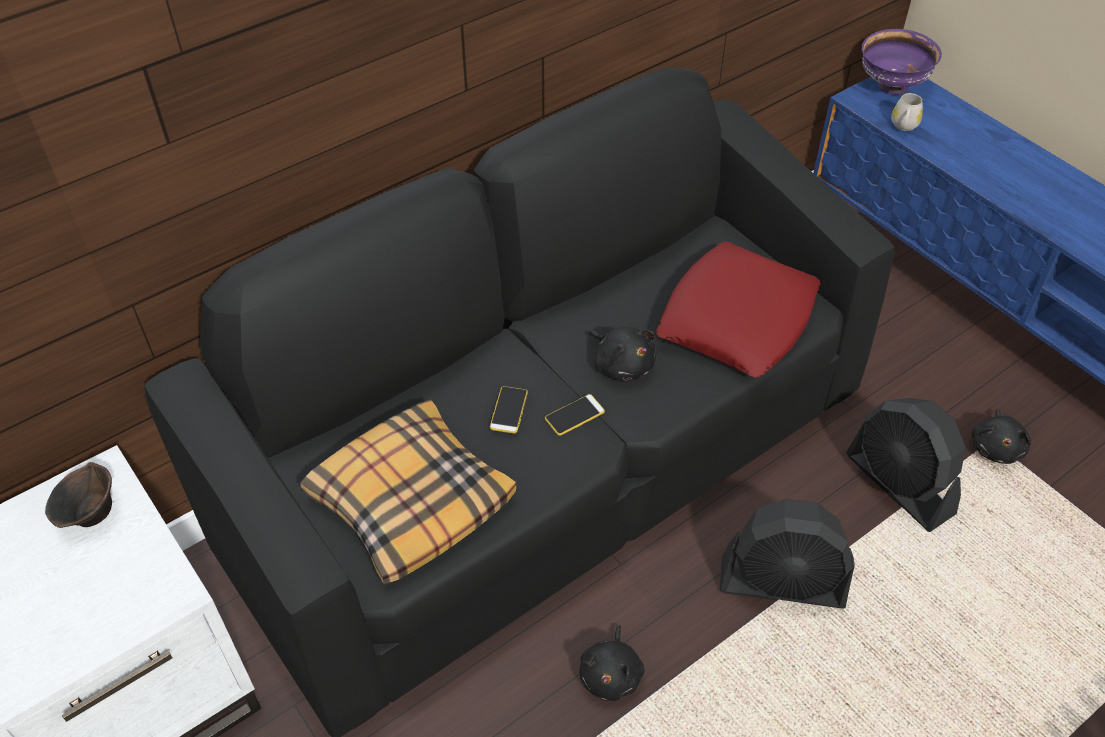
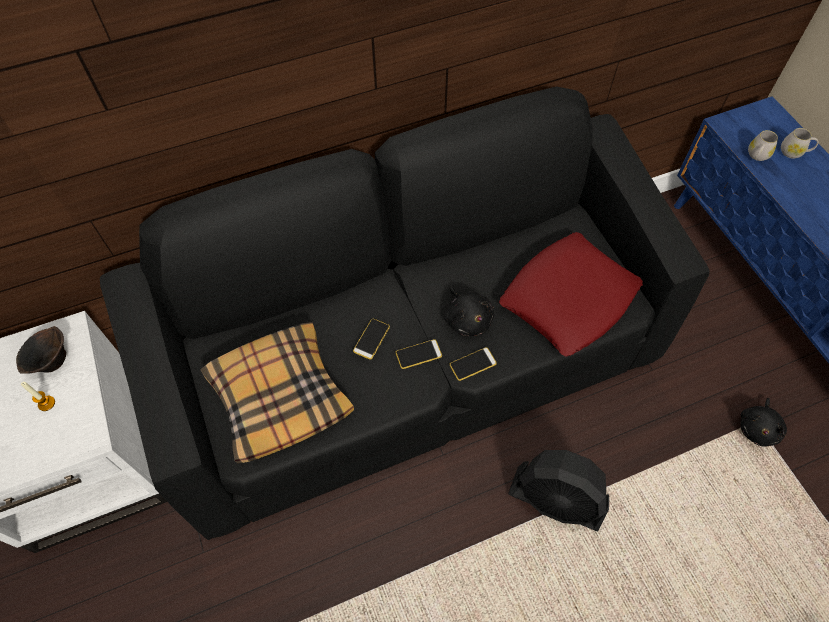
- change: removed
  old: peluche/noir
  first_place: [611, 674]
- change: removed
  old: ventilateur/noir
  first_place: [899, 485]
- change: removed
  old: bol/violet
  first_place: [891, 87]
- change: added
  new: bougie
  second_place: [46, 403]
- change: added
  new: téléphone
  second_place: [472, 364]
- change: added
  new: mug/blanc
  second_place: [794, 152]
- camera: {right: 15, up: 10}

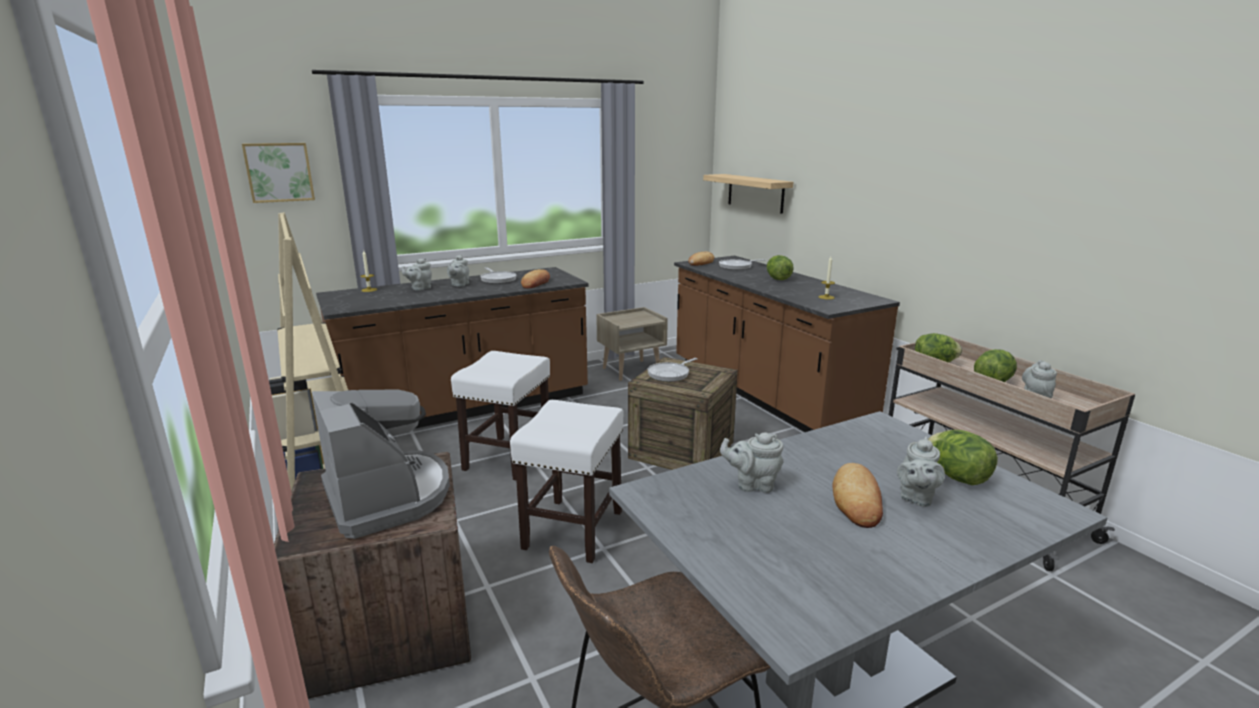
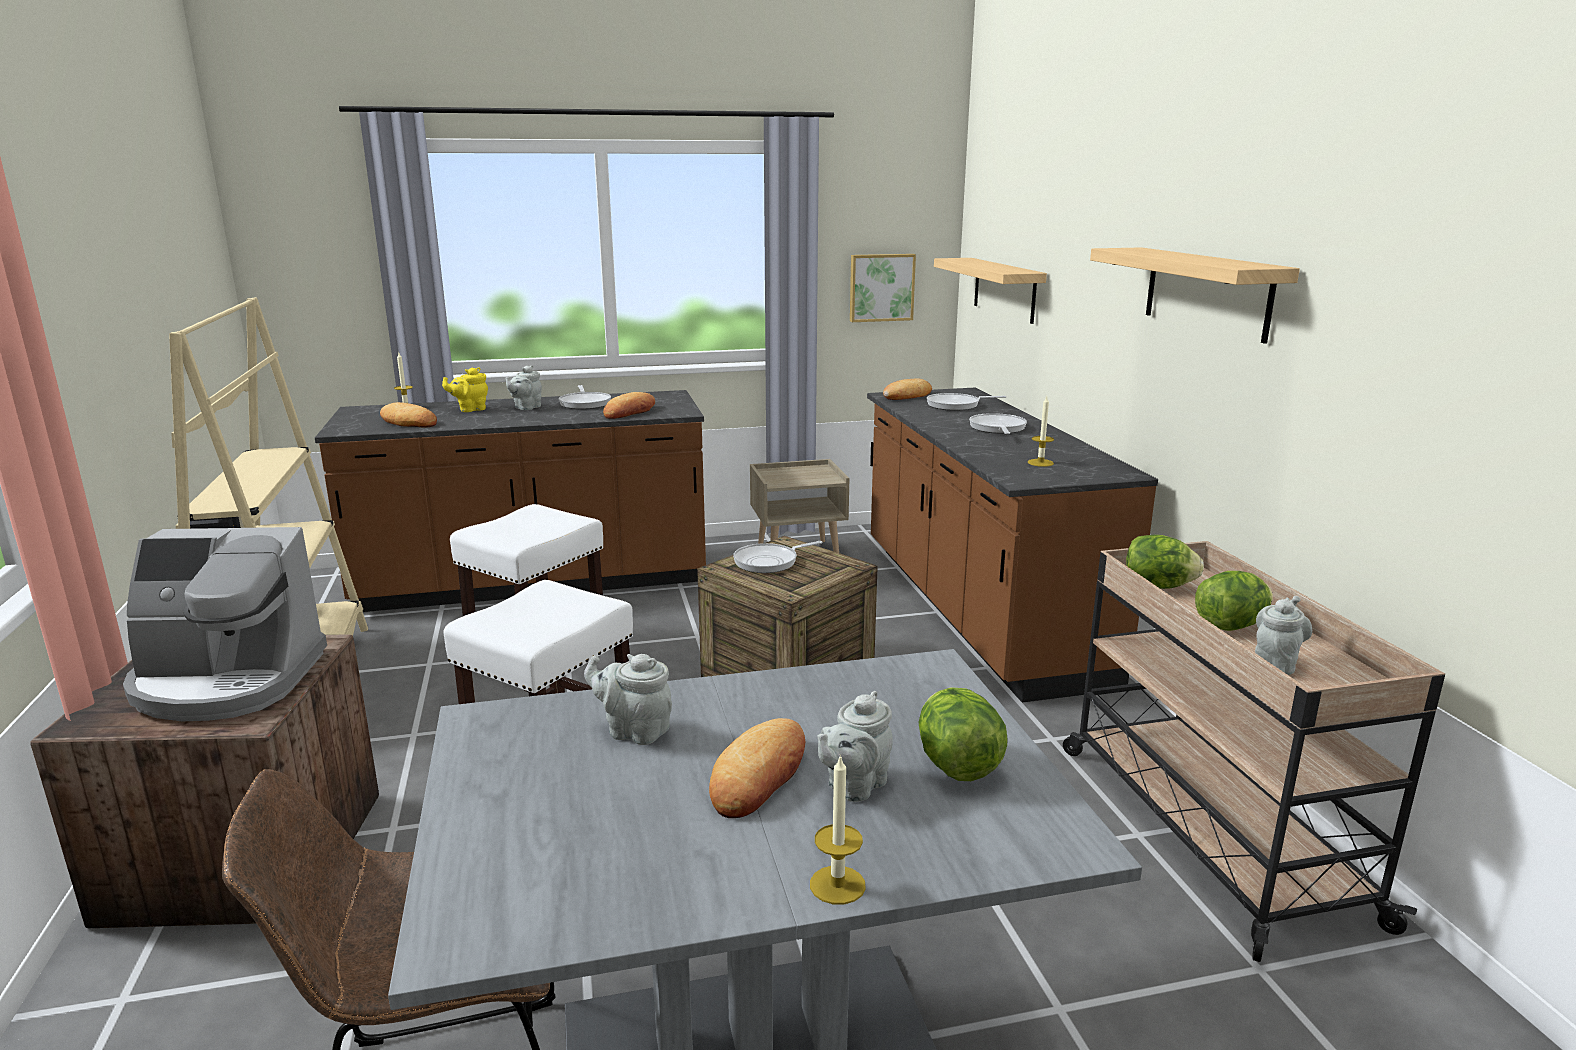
- change: moved
  old: tableau
  first_place: [279, 172]
  second_place: [881, 287]
- change: turned
  old: machine à café
  first_place: [387, 496]
  second_place: [227, 681]
  degrees: 105
- change: recoloured
  old: théière/gris
  new: théière/jaune
  first_place: [419, 288]
  second_place: [470, 409]
- change: replaced
  old: laitue
  new: poêle
  first_place: [778, 279]
  second_place: [997, 428]
- change: added
  new: pain
  second_place: [408, 422]
- change: added
  new: bougie
  second_place: [837, 885]
- change: added
  new: étagère
  second_place: [1206, 292]
- camera: {right: 15, up: 0}

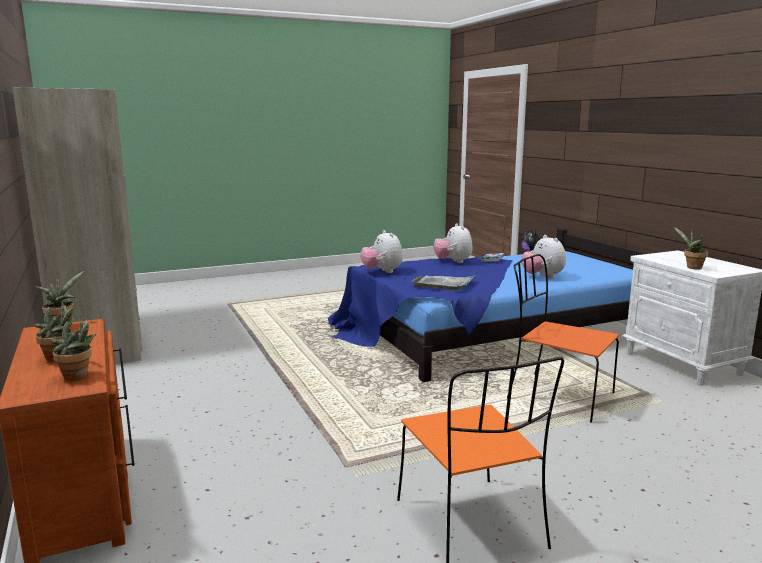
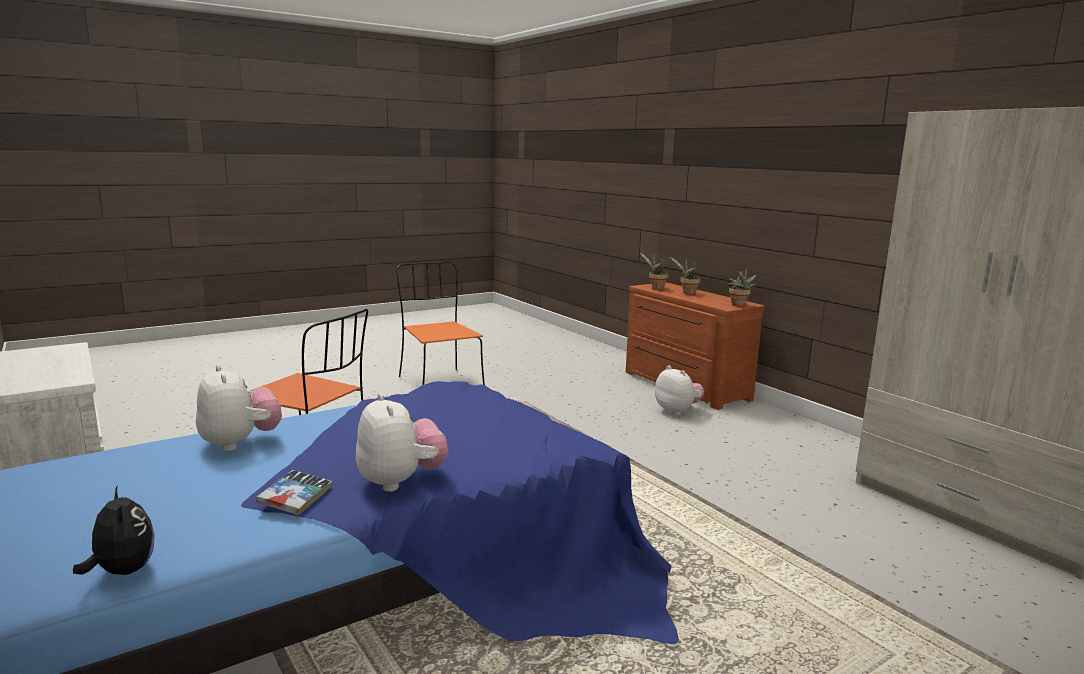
- change: moved
  old: peluche
  first_place: [382, 272]
  second_place: [677, 411]
- change: removed
  old: plateau/gris
  first_place: [443, 284]
- change: removed
  old: plante en pot
  first_place: [691, 267]
- camera: {right: 170, up: 0}

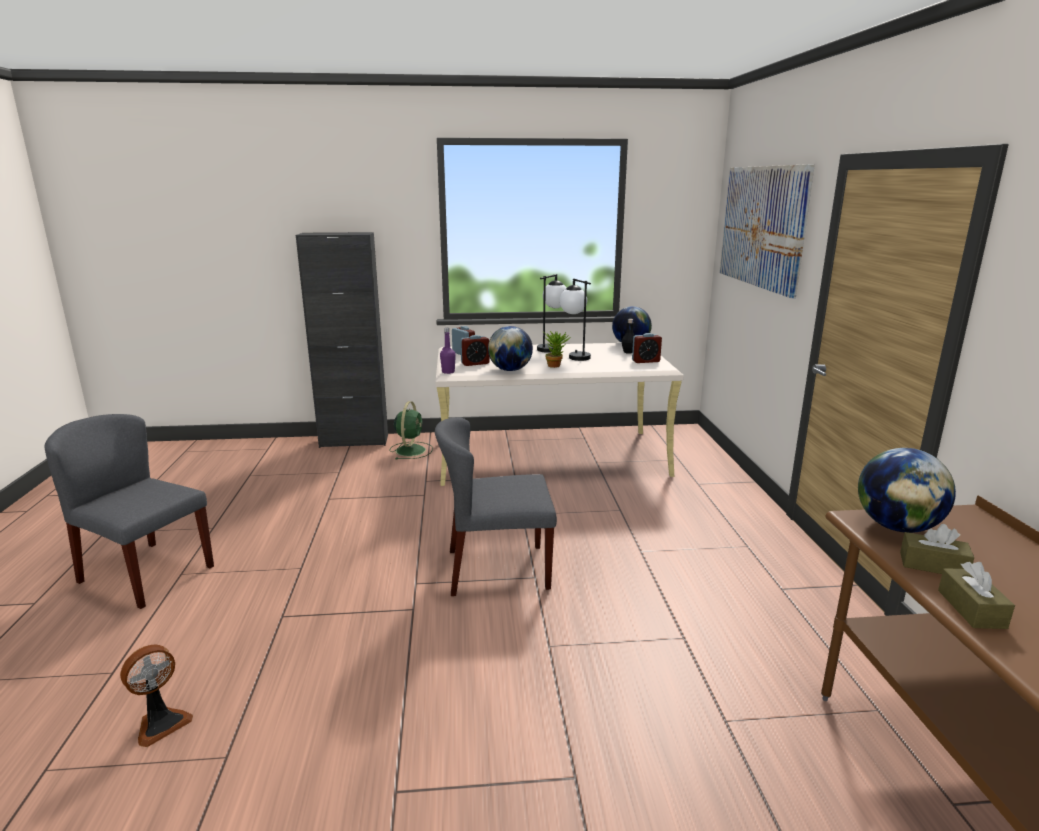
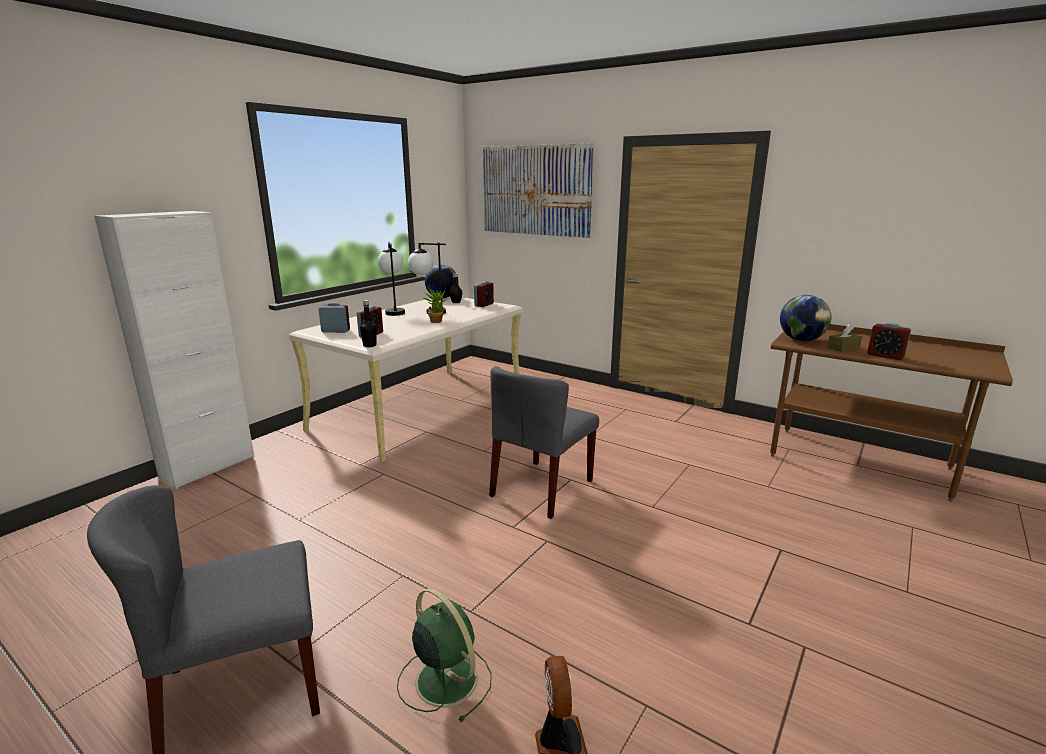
- change: recoloured
  old: meuble de rangement/noir
  new: meuble de rangement/blanc
  first_place: [354, 441]
  second_place: [208, 467]
- change: moved
  old: ventilateur/vert
  first_place: [411, 450]
  second_place: [444, 678]
- change: recoloured
  old: bouteille/violet
  new: bouteille/noir
  first_place: [448, 372]
  second_place: [369, 345]
- change: removed
  old: globe
  first_place: [510, 370]
- change: replaced
  old: boîte à mouchoirs/marron
  new: réveil
  first_place: [971, 609]
  second_place: [885, 356]
- camera: {right: -50, up: 0}

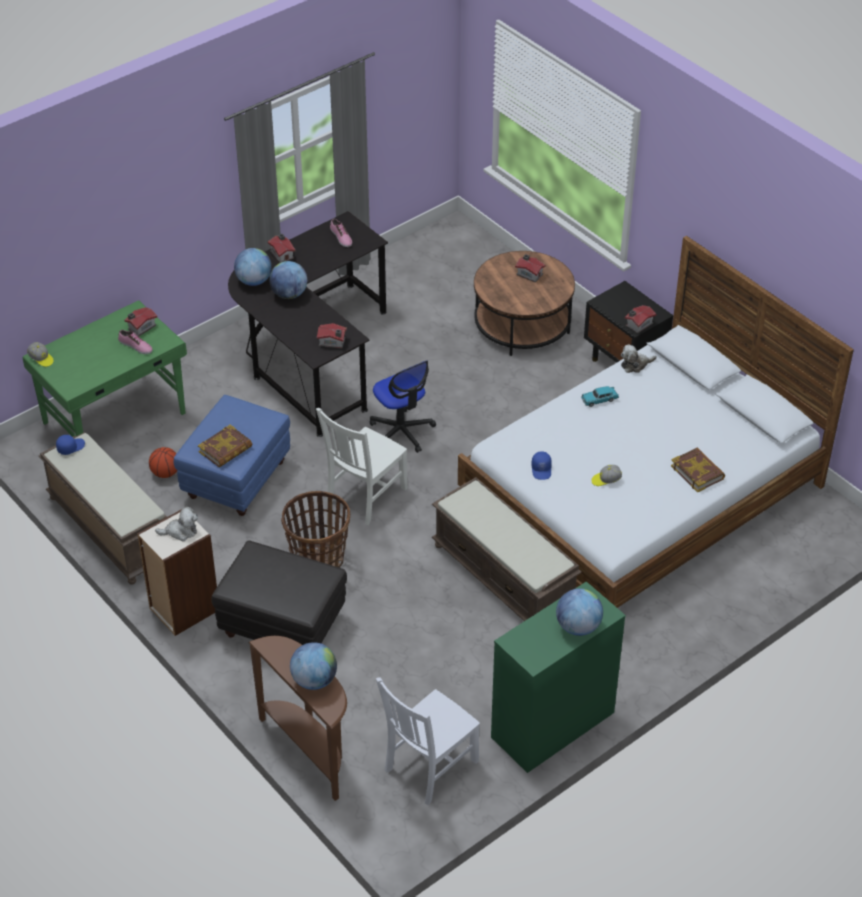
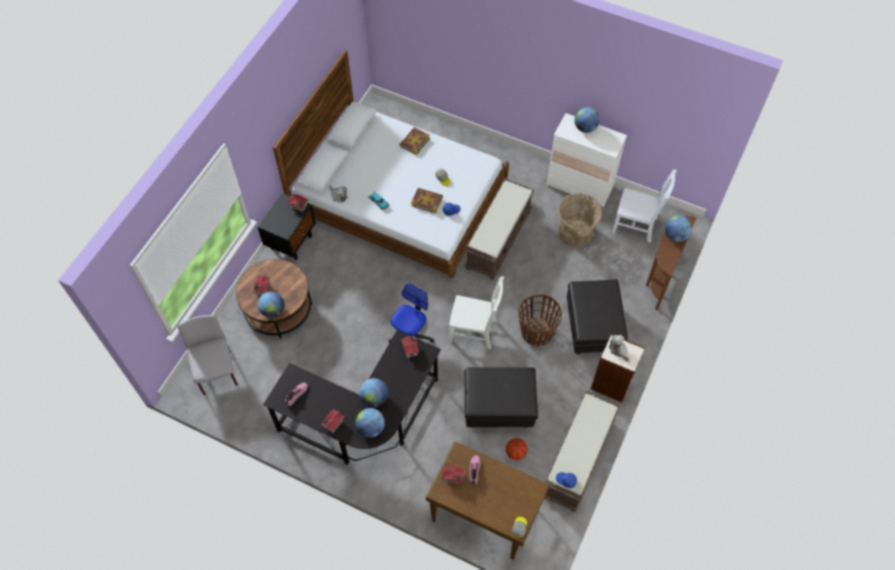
- change: recoloured
  old: bureau/vert
  new: bureau/marron
  first_place: [116, 418]
  second_place: [484, 513]
- change: recoloured
  old: pouf/bleu
  new: pouf/noir
  first_place: [236, 479]
  second_place: [498, 408]
- change: moved
  old: livre
  first_place: [225, 449]
  second_place: [427, 201]
- change: recoloured
  old: commode/vert
  new: commode/blanc
  first_place: [552, 725]
  second_place: [579, 186]
- change: added
  new: chaise/gris
  second_place: [216, 372]
- change: added
  new: globe
  second_place: [273, 311]
- change: added
  new: panier
  second_place: [575, 232]
- camera: {right: -115, up: 15}

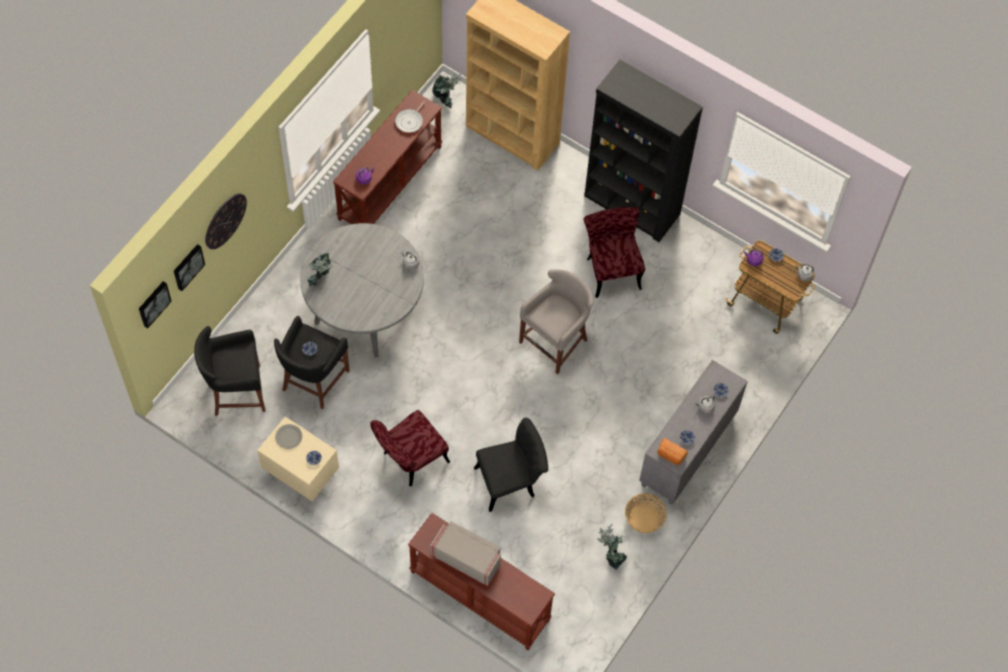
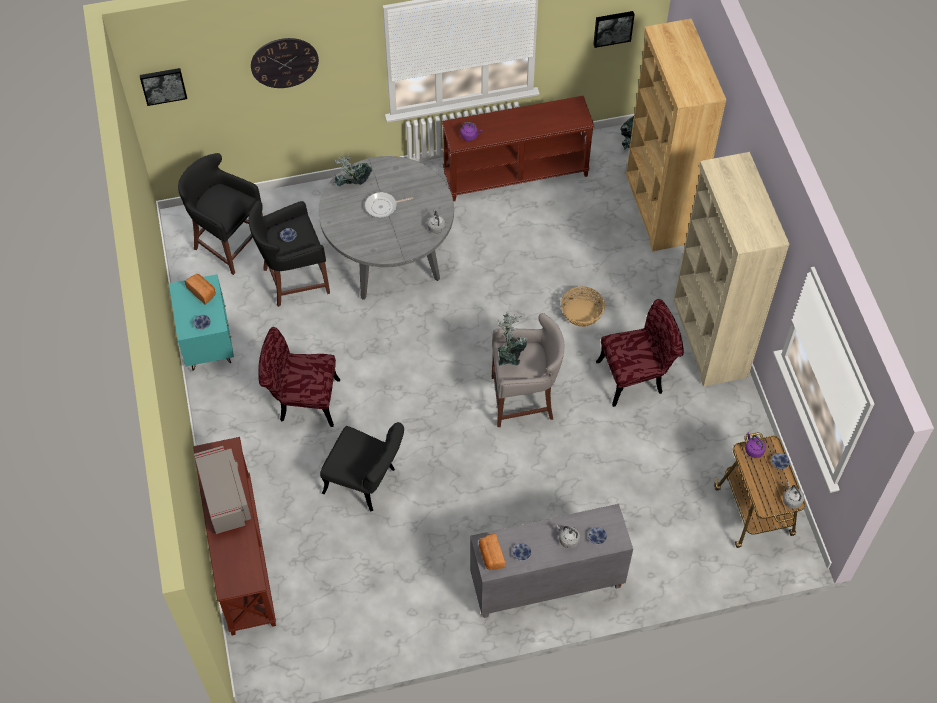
- change: moved
  old: tableau
  first_place: [187, 266]
  second_place: [613, 27]
- change: recoloured
  old: table de chevet/beige
  new: table de chevet/turquoise
  first_place: [301, 474]
  second_place: [207, 343]
- change: replaced
  old: assiette/gris
  new: pain
  first_place: [289, 437]
  second_place: [202, 292]
- change: moved
  old: poêle
  first_place: [410, 121]
  second_place: [383, 206]
- change: turned
  old: chaise/rouge
  first_place: [611, 268]
  second_place: [637, 376]
  degrees: 45
- change: recoloured
  old: bibliothèque/noir
  new: bibliothèque/beige
  first_place: [632, 206]
  second_place: [709, 338]
- change: moved
  old: plante en pot
  first_place: [611, 555]
  second_place: [510, 357]
- change: moved
  old: panier
  first_place: [644, 517]
  second_place: [582, 312]
- camera: {right: 45, up: -5}

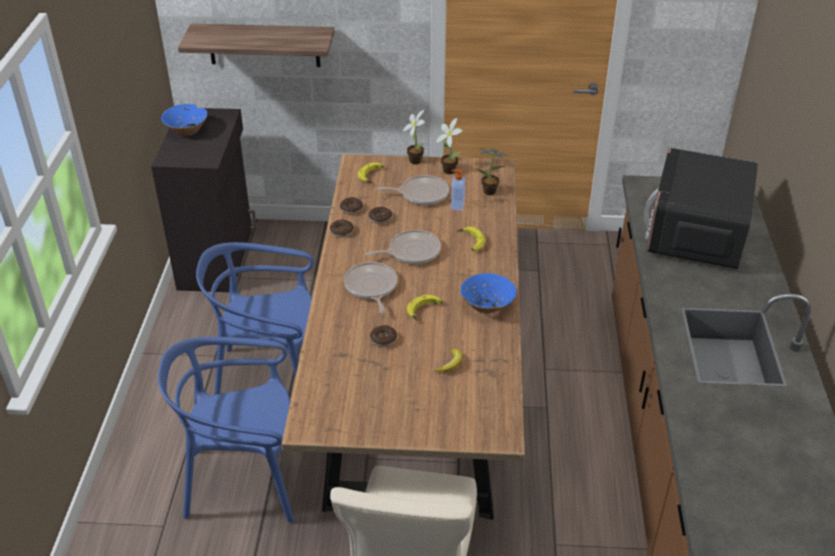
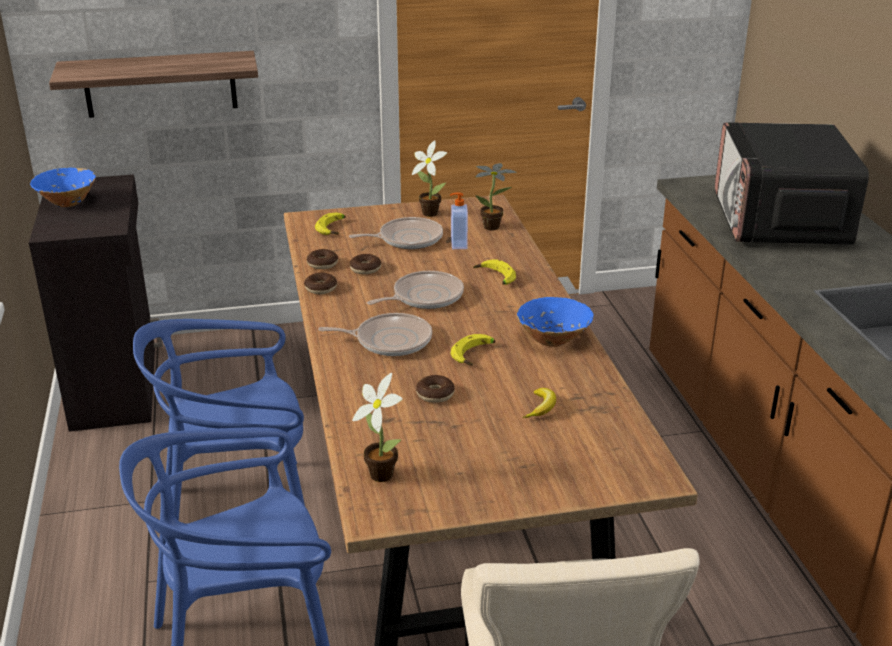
- change: turned
  old: poêle
  first_place: [371, 287]
  second_place: [389, 340]
  degrees: 120
- change: moved
  old: plante en pot
  first_place: [415, 160]
  second_place: [380, 472]
- camera: {right: -15, up: -10}

